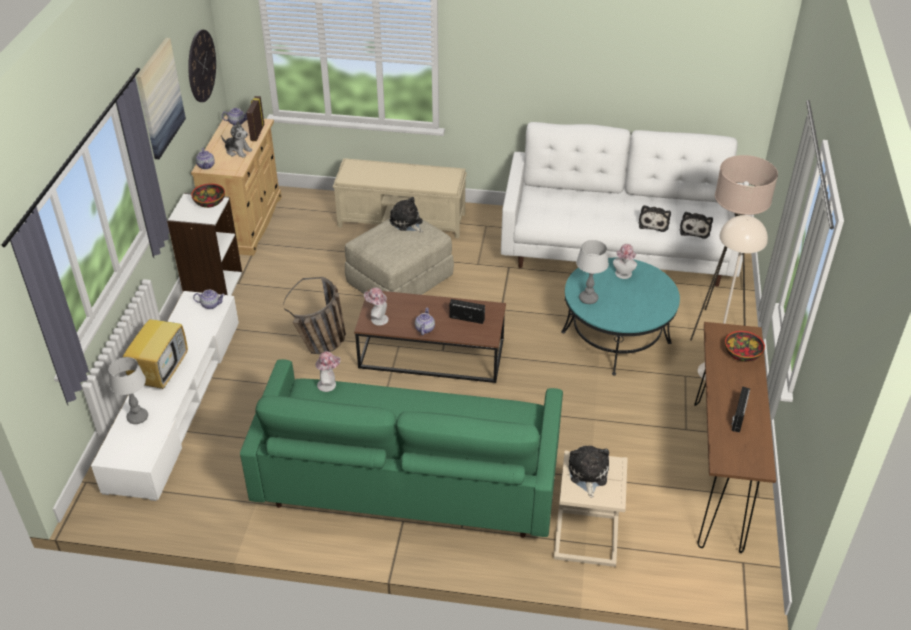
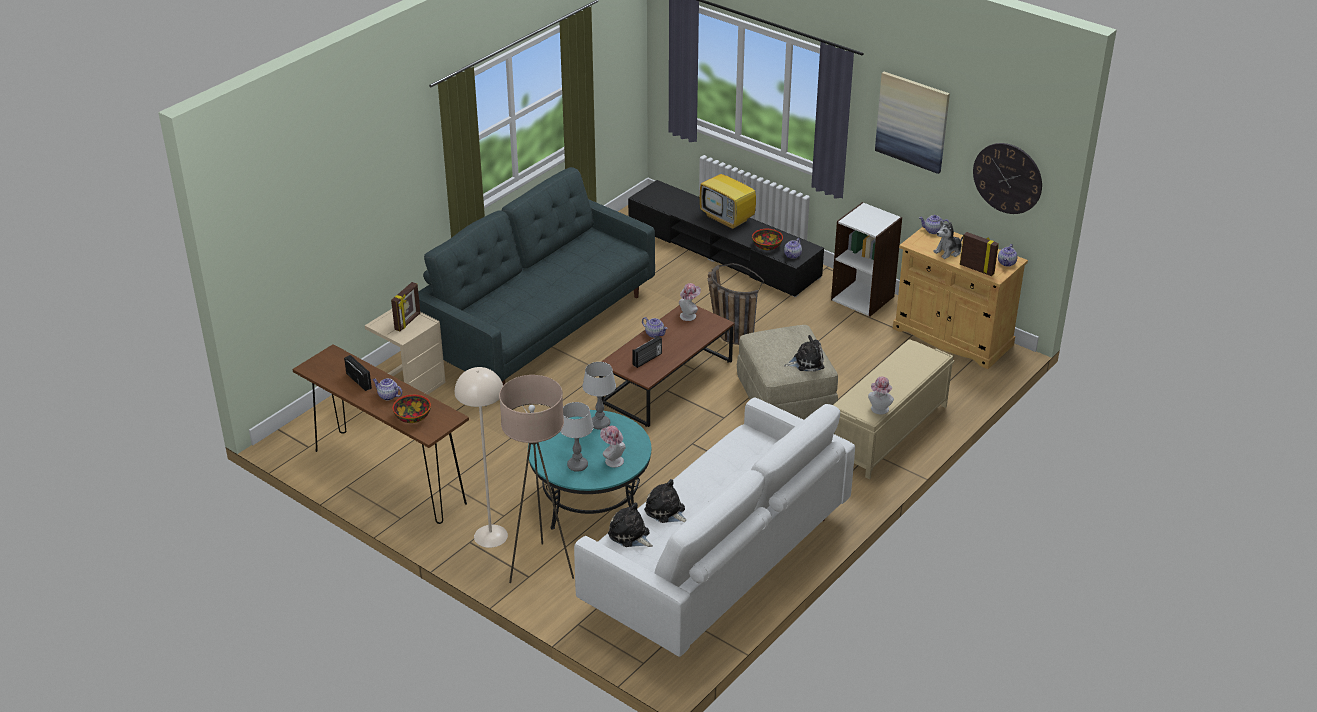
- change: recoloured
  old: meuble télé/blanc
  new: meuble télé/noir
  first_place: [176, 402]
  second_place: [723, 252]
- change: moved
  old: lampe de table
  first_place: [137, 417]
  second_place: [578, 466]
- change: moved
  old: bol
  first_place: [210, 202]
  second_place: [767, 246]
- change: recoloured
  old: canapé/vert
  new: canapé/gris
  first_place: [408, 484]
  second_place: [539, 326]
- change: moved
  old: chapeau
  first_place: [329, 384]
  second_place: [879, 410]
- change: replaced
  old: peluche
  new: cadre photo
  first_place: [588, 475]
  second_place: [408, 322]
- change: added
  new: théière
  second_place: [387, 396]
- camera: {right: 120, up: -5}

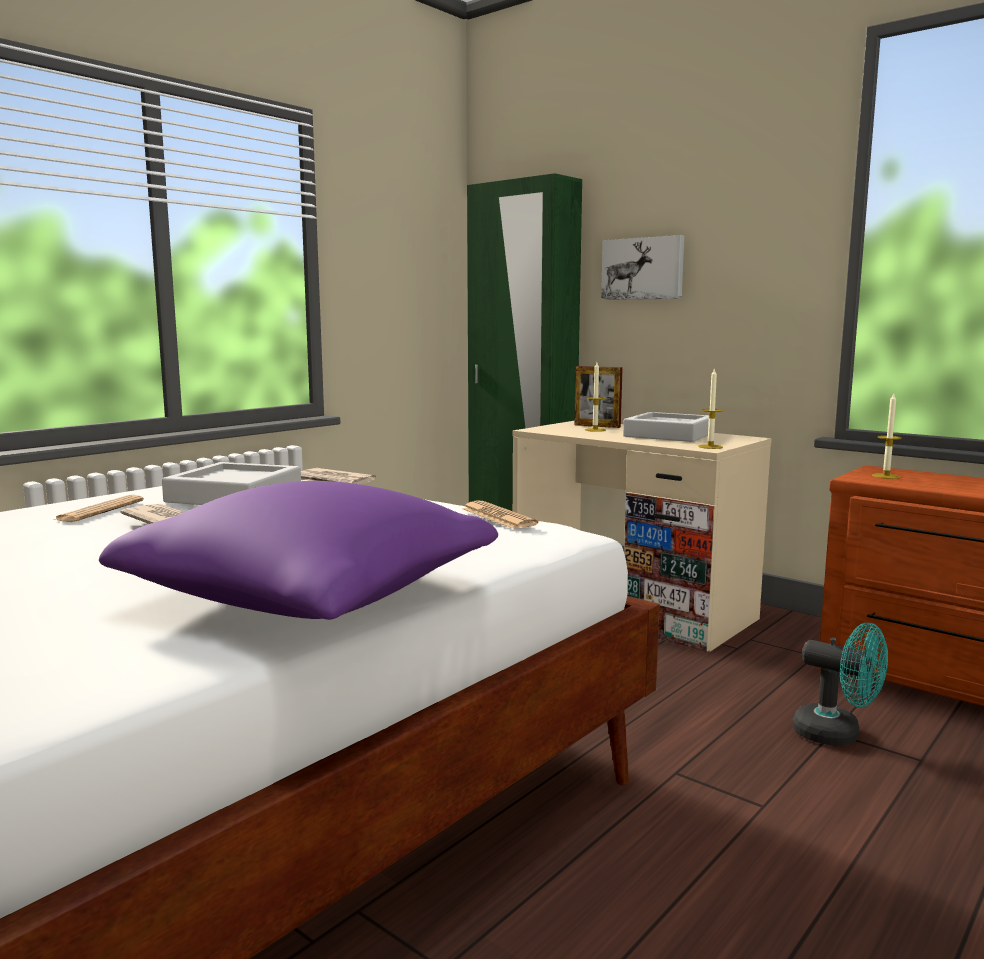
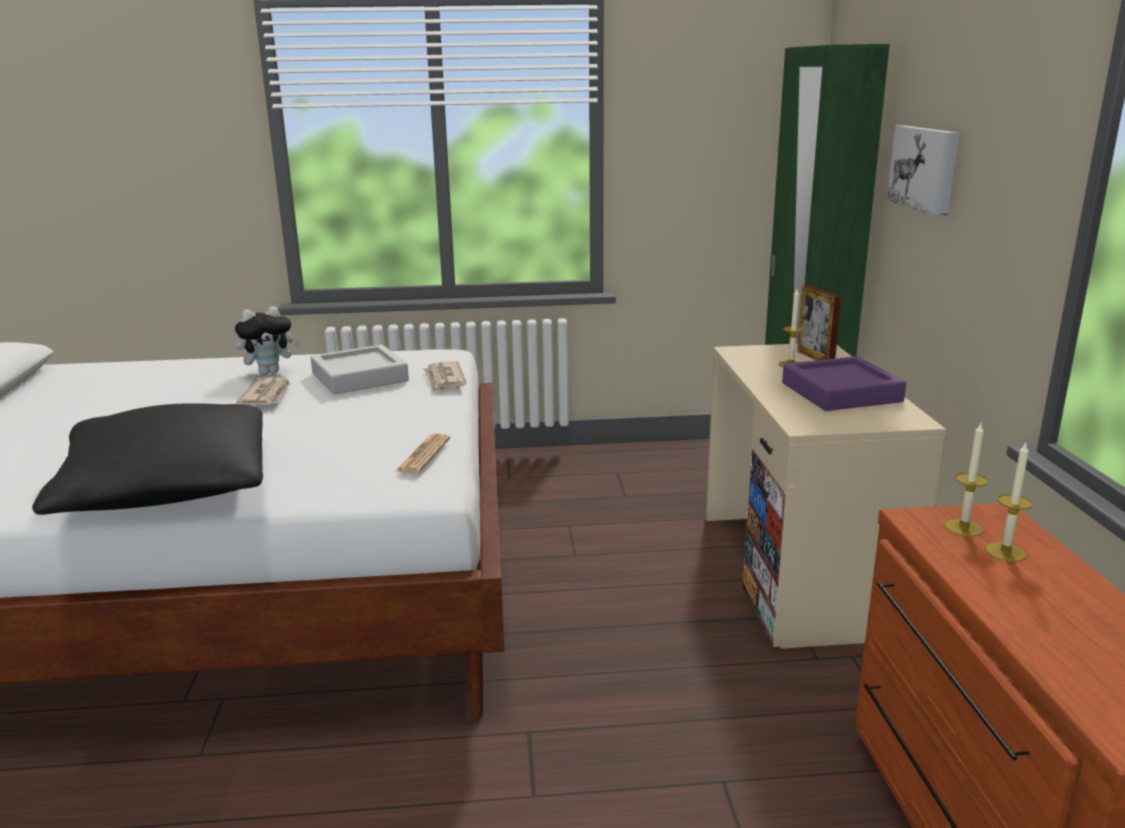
- change: replaced
  old: journal
  new: peluche
  first_place: [100, 510]
  second_place: [270, 372]
- change: recoloured
  old: coussin/violet
  new: coussin/noir
  first_place: [311, 597]
  second_place: [167, 488]
- change: recoloured
  old: plateau/gris
  new: plateau/violet
  first_place: [669, 435]
  second_place: [841, 392]
- change: moved
  old: bougie
  first_place: [710, 447]
  second_place: [1005, 552]
- change: removed
  old: ventilateur/turquoise
  first_place: [837, 735]
- camera: {right: 45, up: 10}

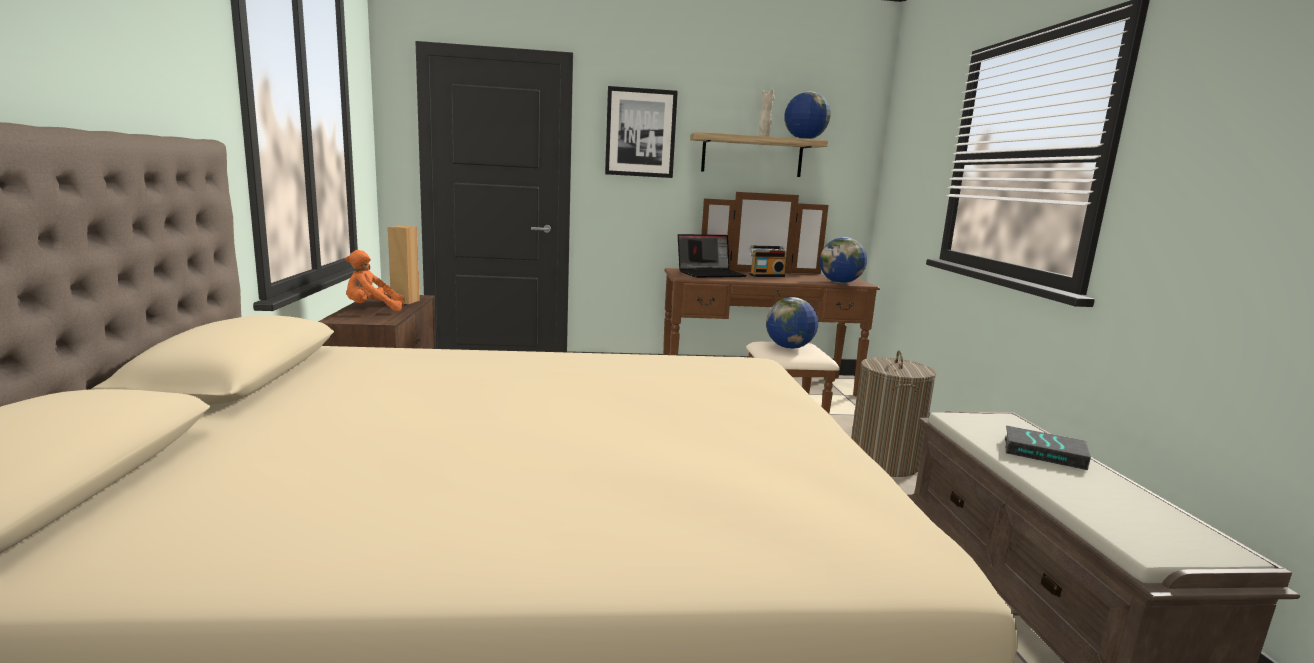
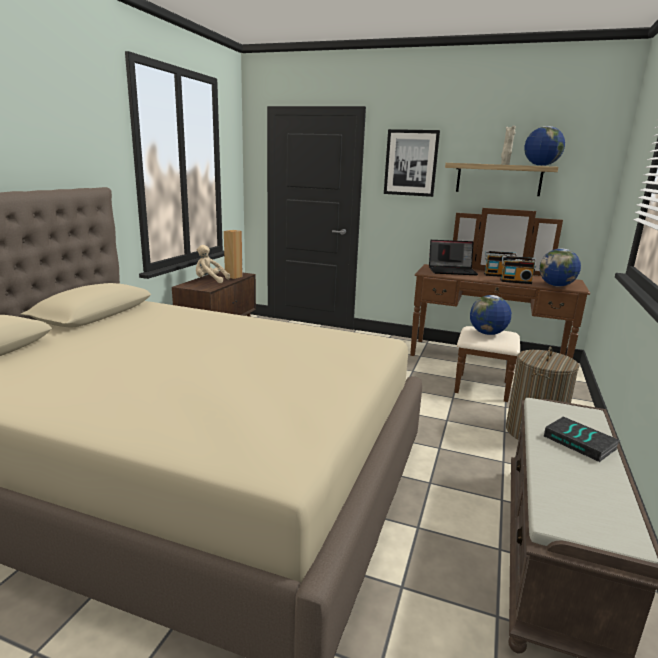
- change: recoloured
  old: peluche/orange
  new: peluche/beige
  first_place: [372, 309]
  second_place: [209, 281]
- change: added
  new: radio
  second_place: [515, 281]
- camera: {right: 25, up: 5}

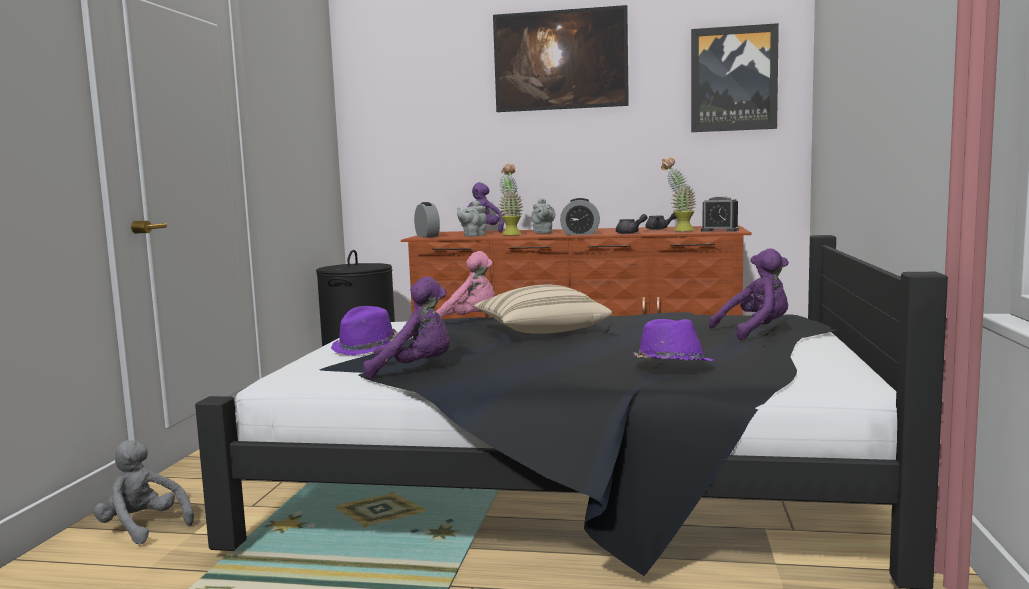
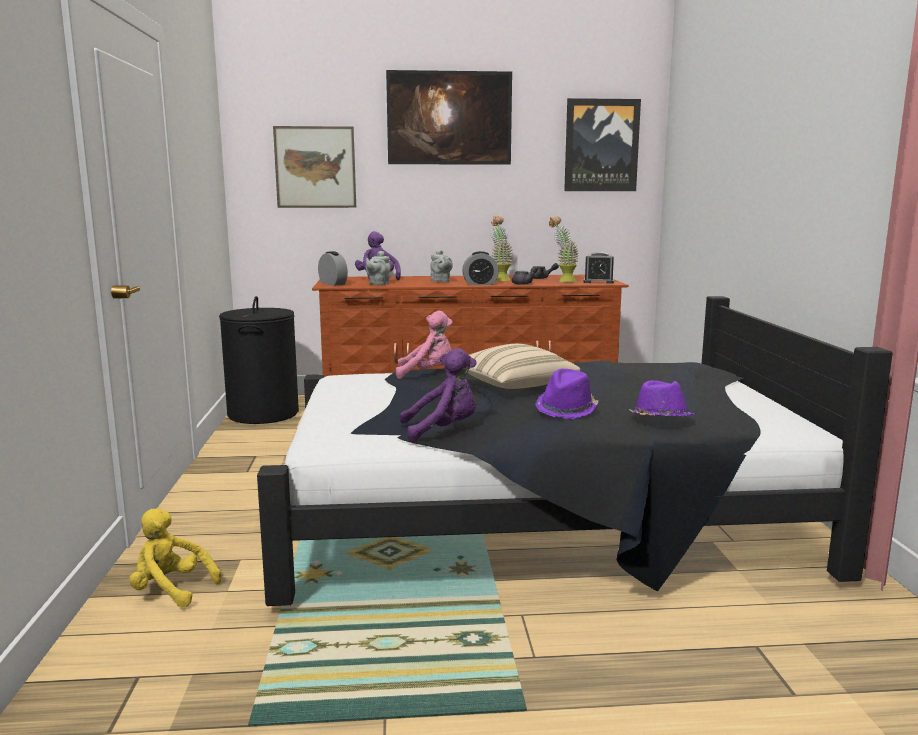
- change: recoloured
  old: peluche/gris
  new: peluche/jaune
  first_place: [143, 528]
  second_place: [171, 590]
- change: moved
  old: chapeau/violet
  first_place: [367, 348]
  second_place: [567, 409]
- change: moved
  old: plante en pot
  first_place: [511, 234]
  second_place: [499, 279]
- change: removed
  old: peluche/violet
  first_place: [755, 331]
- change: added
  new: tableau
  second_place: [315, 167]
- camera: {right: -15, up: 5}

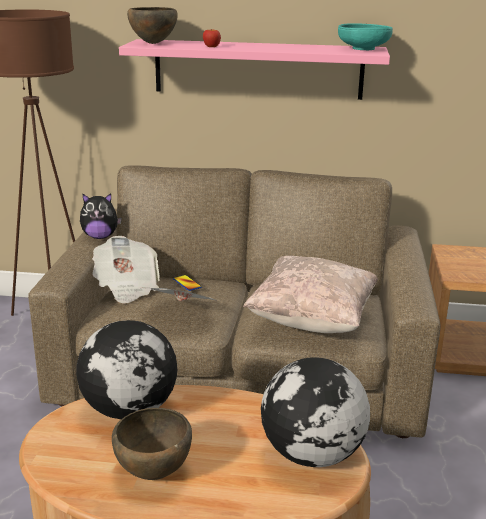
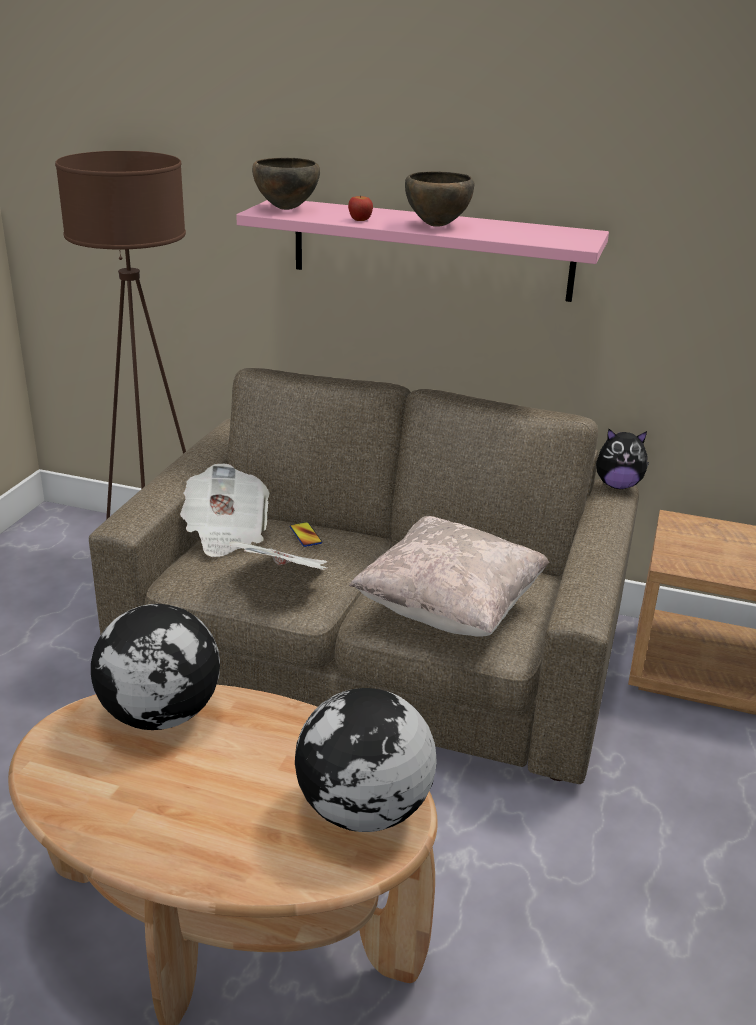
- change: moved
  old: peluche
  first_place: [100, 237]
  second_place: [617, 485]
- change: moved
  old: bol/marron
  first_place: [154, 474]
  second_place: [437, 226]
- change: removed
  old: bol/turquoise
  first_place: [363, 49]
- camera: {right: 10, up: 5}

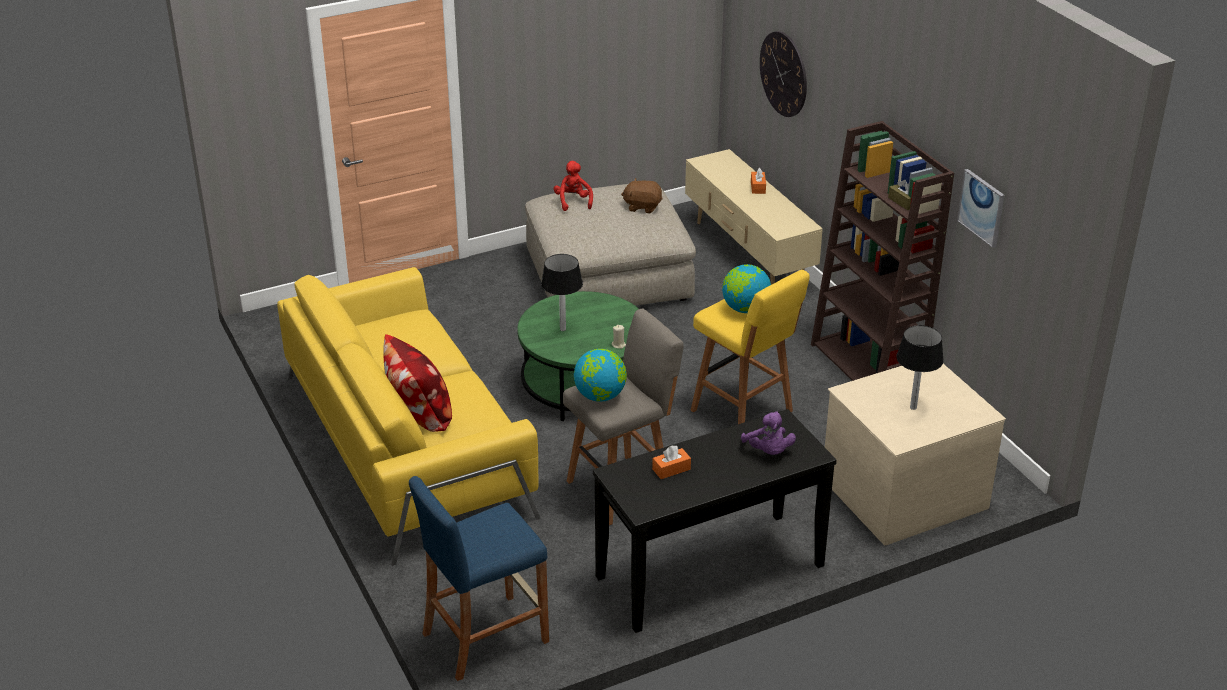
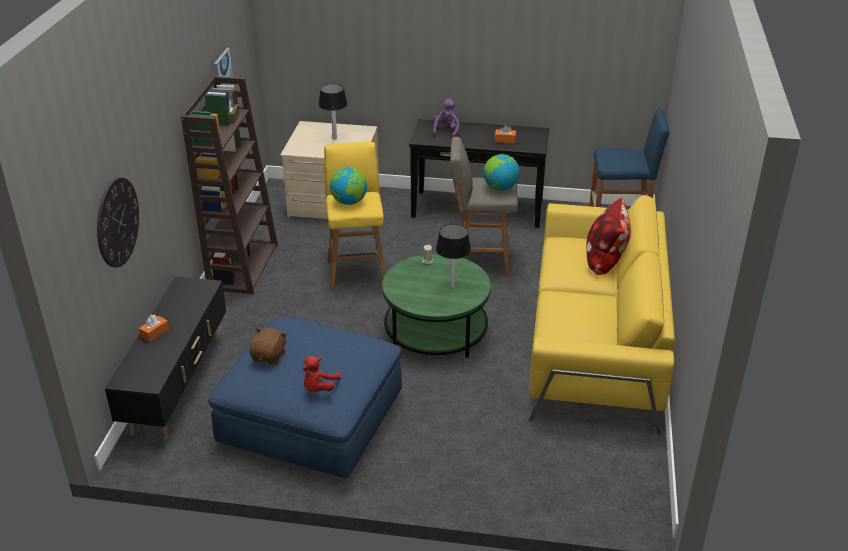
- change: recoloured
  old: pouf/beige
  new: pouf/bleu
  first_place: [608, 276]
  second_place: [311, 418]
- change: turned
  old: peluche/marron
  first_place: [642, 206]
  second_place: [269, 356]
  degrees: -120
- change: recoloured
  old: meuble télé/beige
  new: meuble télé/noir
  first_place: [748, 254]
  second_place: [178, 385]
- camera: {right: -145, up: 0}

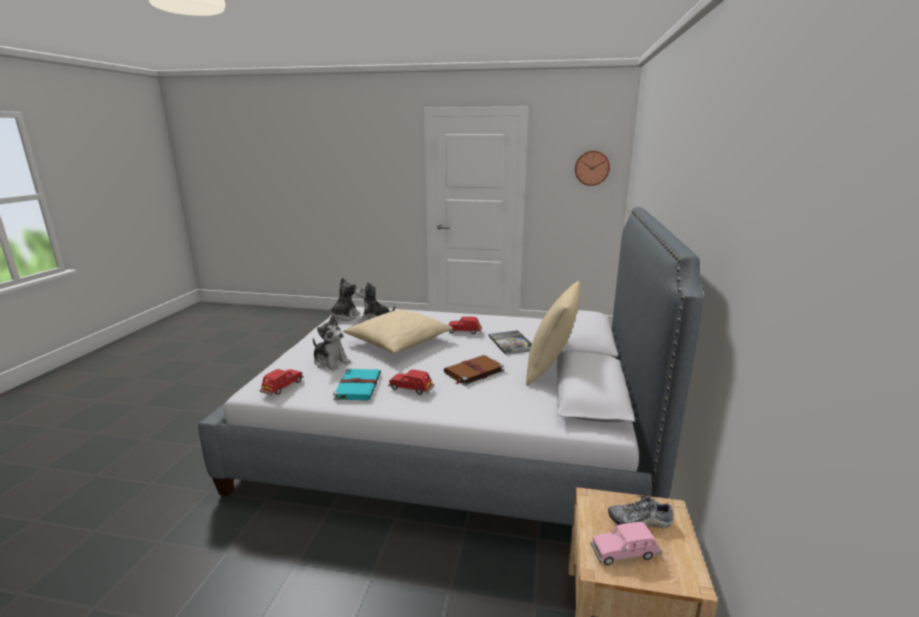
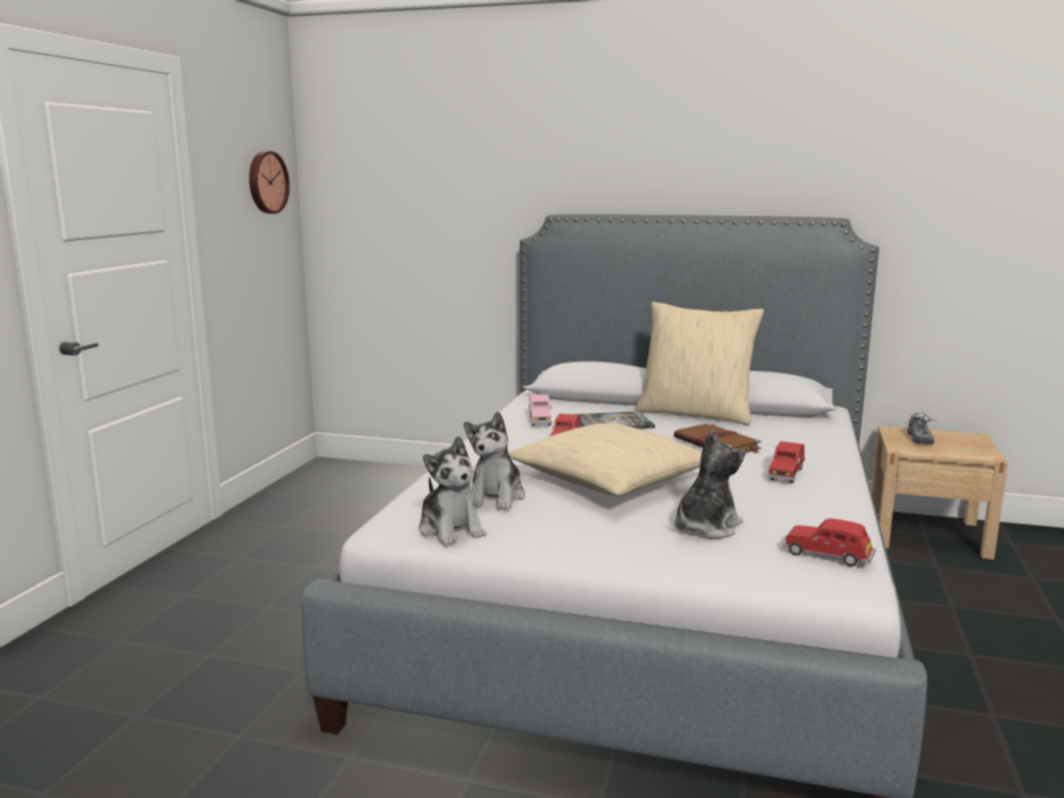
- change: turned
  old: peluche
  first_place: [344, 317]
  second_place: [451, 529]
  degrees: -150
- change: removed
  old: livre/turquoise
  first_place: [358, 386]
- change: moved
  old: petite voiture/rose
  first_place: [625, 553]
  second_place: [539, 420]
- camera: {right: -85, up: -5}

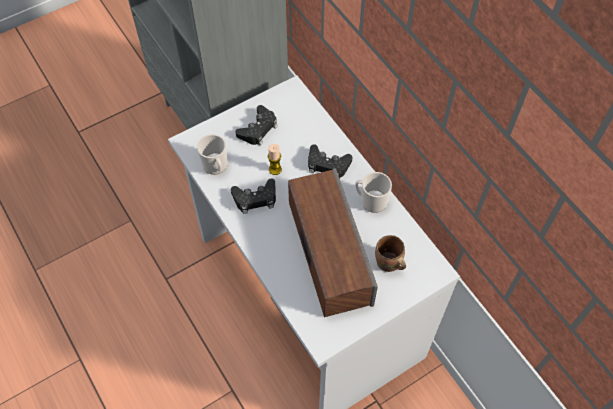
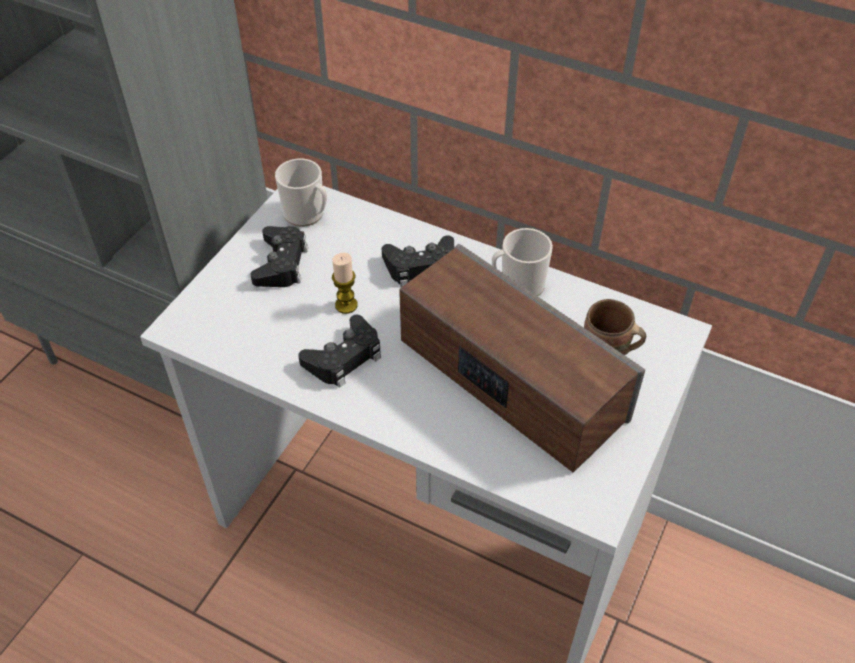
- change: moved
  old: mug
  first_place: [216, 166]
  second_place: [307, 215]
- camera: {right: -30, up: -10}

